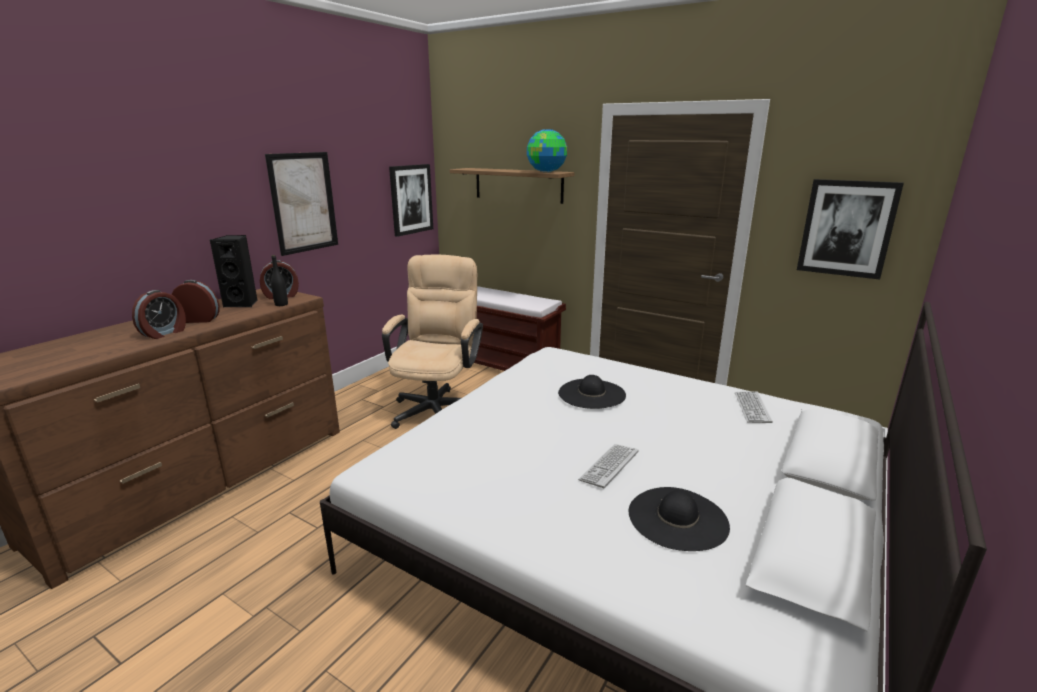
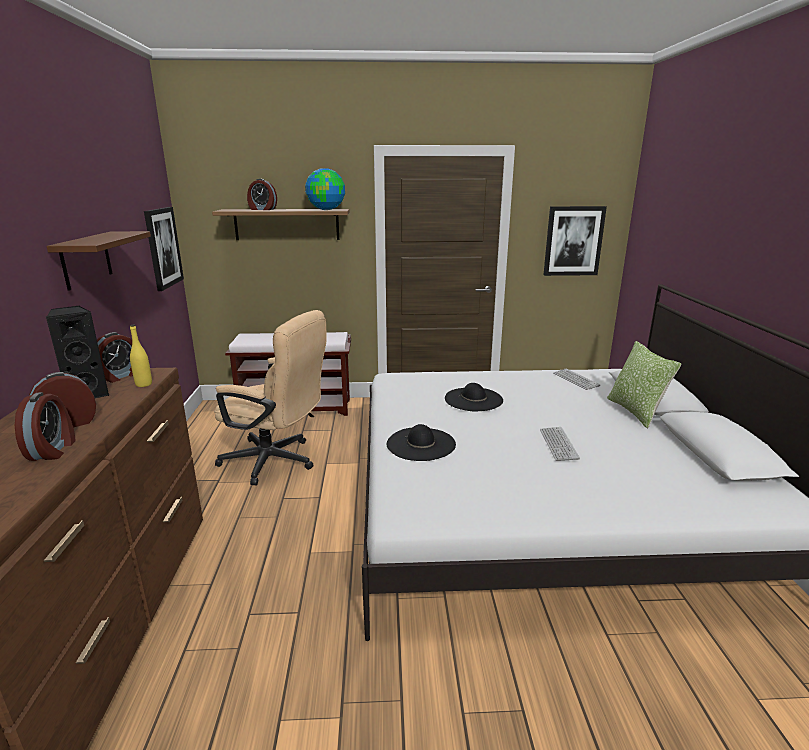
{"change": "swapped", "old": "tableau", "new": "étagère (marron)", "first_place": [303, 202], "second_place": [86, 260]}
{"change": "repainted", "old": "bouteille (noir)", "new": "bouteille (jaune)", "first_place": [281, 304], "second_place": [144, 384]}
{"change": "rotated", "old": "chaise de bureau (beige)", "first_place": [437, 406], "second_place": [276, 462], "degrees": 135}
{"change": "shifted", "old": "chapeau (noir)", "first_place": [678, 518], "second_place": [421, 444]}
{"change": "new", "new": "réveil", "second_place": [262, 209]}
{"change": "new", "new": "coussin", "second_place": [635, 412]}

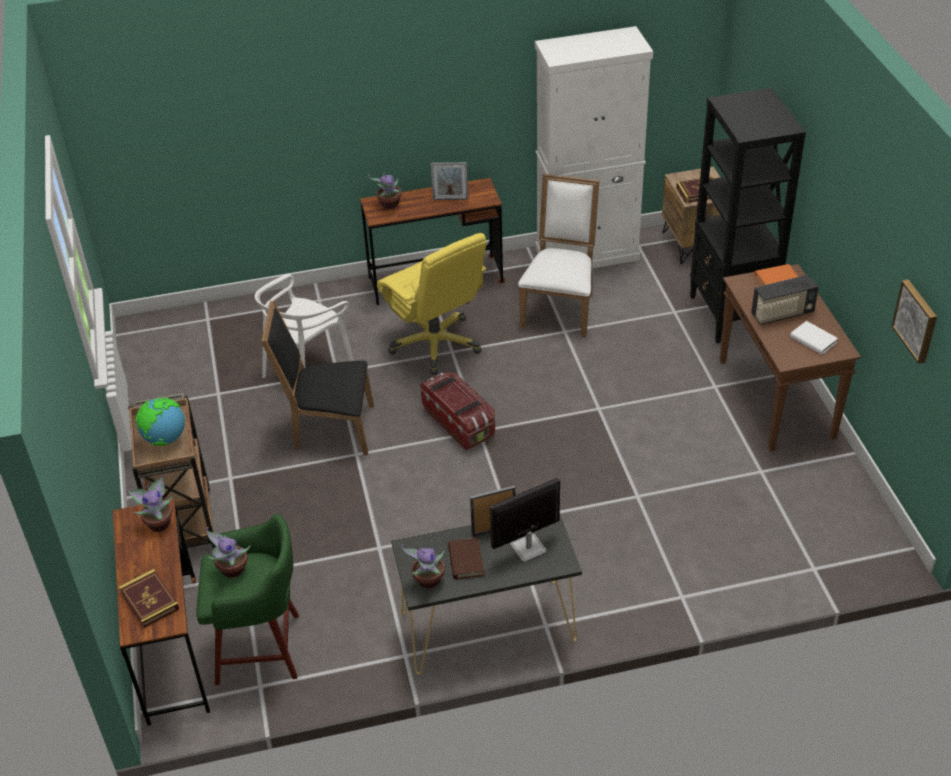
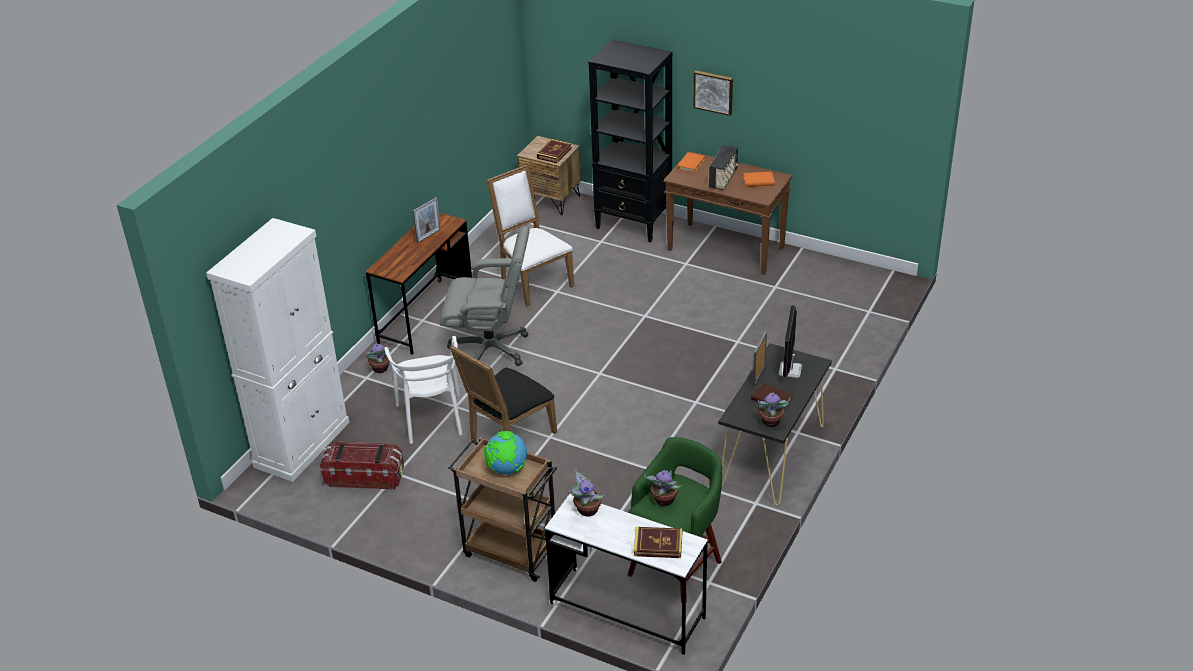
{"change": "repainted", "old": "bureau (marron)", "new": "bureau (blanc)", "first_place": [172, 649], "second_place": [627, 611]}
{"change": "shifted", "old": "plante en pot", "first_place": [389, 204], "second_place": [380, 369]}
{"change": "repainted", "old": "chaise de bureau (jaune)", "new": "chaise de bureau (gris)", "first_place": [436, 343], "second_place": [491, 349]}
{"change": "shifted", "old": "boîte de rangement", "first_place": [459, 422], "second_place": [365, 477]}
{"change": "shifted", "old": "meuble de rangement (blanc)", "first_place": [587, 254], "second_place": [302, 444]}
{"change": "repainted", "old": "livre (blanc)", "new": "livre (orange)", "first_place": [813, 340], "second_place": [759, 181]}
{"change": "shifted", "old": "tableau", "first_place": [916, 321], "second_place": [713, 92]}

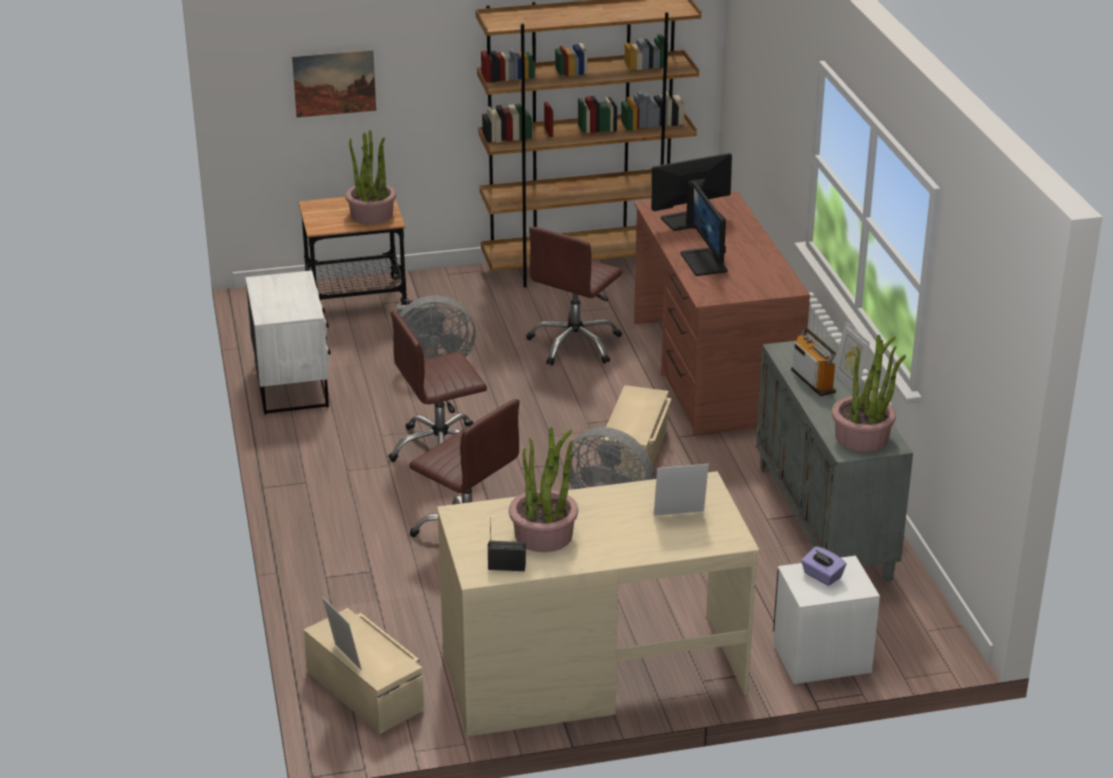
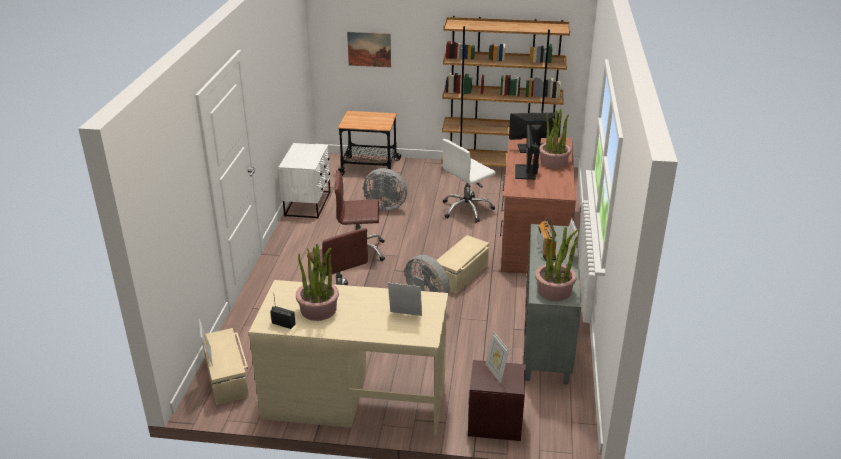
{"change": "shifted", "old": "plante en pot", "first_place": [371, 215], "second_place": [554, 162]}
{"change": "repainted", "old": "chaise de bureau (marron)", "new": "chaise de bureau (blanc)", "first_place": [575, 344], "second_place": [467, 209]}
{"change": "repainted", "old": "table de chevet (blanc)", "new": "table de chevet (marron)", "first_place": [821, 657], "second_place": [495, 423]}
{"change": "swapped", "old": "boîte à mouchoirs (violet)", "new": "cadre photo", "first_place": [822, 576], "second_place": [496, 372]}

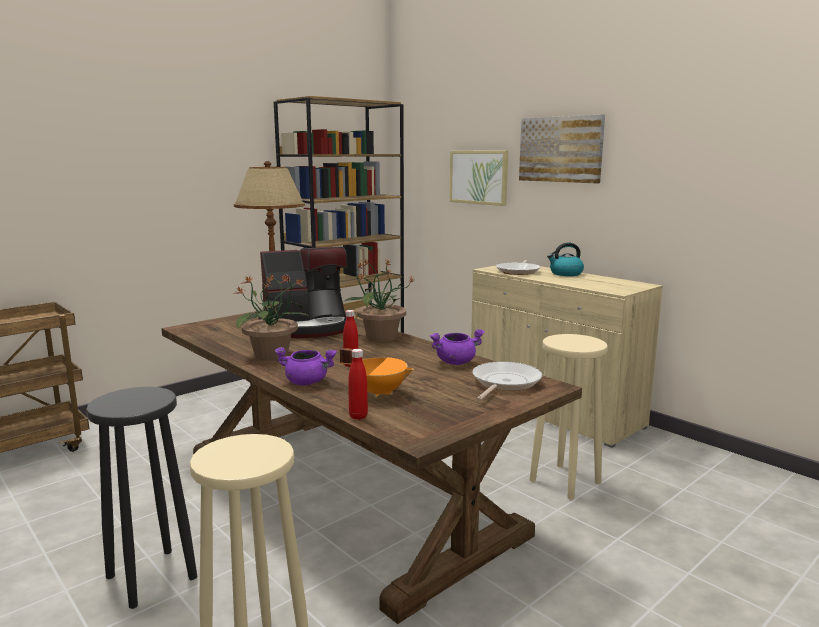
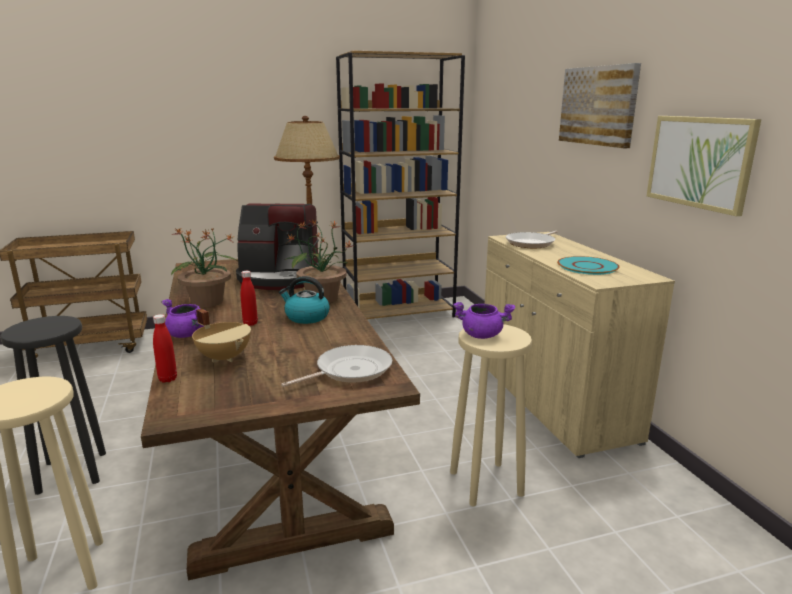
{"change": "repainted", "old": "marmite (orange)", "new": "marmite (beige)", "first_place": [379, 392], "second_place": [225, 357]}
{"change": "shifted", "old": "marmite (violet)", "first_place": [456, 362], "second_place": [482, 335]}
{"change": "shifted", "old": "tableau", "first_place": [479, 177], "second_place": [700, 162]}
{"change": "shifted", "old": "bouilloire", "first_place": [565, 274], "second_place": [306, 317]}
{"change": "new", "new": "assiette (turquoise)", "second_place": [588, 266]}

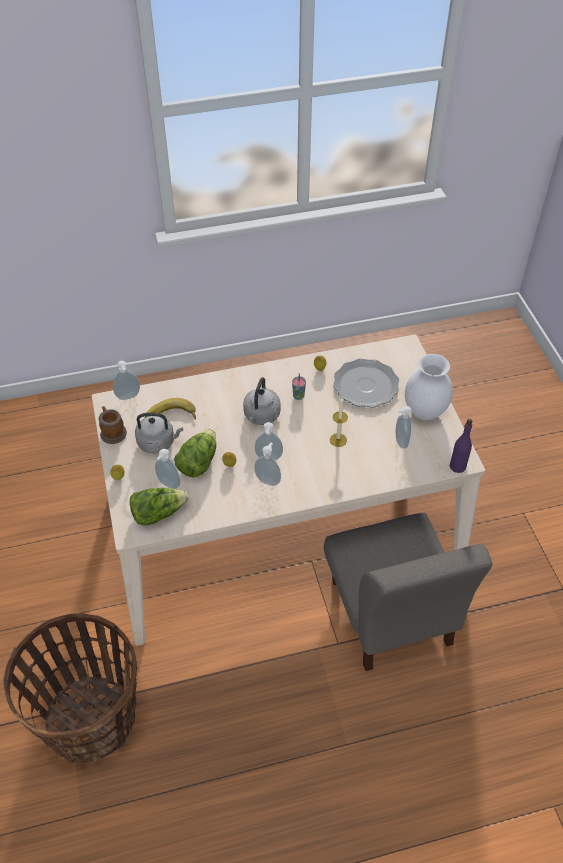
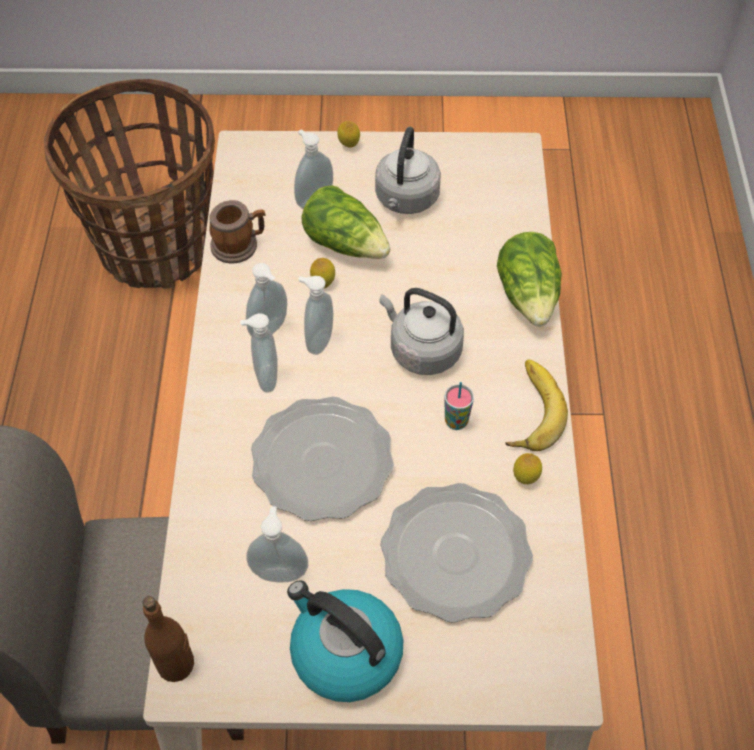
{"change": "shifted", "old": "mug", "first_place": [112, 432], "second_place": [239, 245]}
{"change": "shifted", "old": "distributeur de savon", "first_place": [128, 397], "second_place": [264, 378]}
{"change": "shifted", "old": "laitue", "first_place": [158, 513], "second_place": [529, 295]}
{"change": "shifted", "old": "banane", "first_place": [171, 416], "second_place": [528, 410]}
{"change": "swapped", "old": "bougie", "new": "assiette", "first_place": [338, 440], "second_place": [323, 460]}
{"change": "swapped", "old": "vase (blanc)", "new": "bouilloire", "first_place": [425, 412], "second_place": [344, 653]}
{"change": "repainted", "old": "bouteille (violet)", "new": "bouteille (marron)", "first_place": [457, 466], "second_place": [176, 664]}

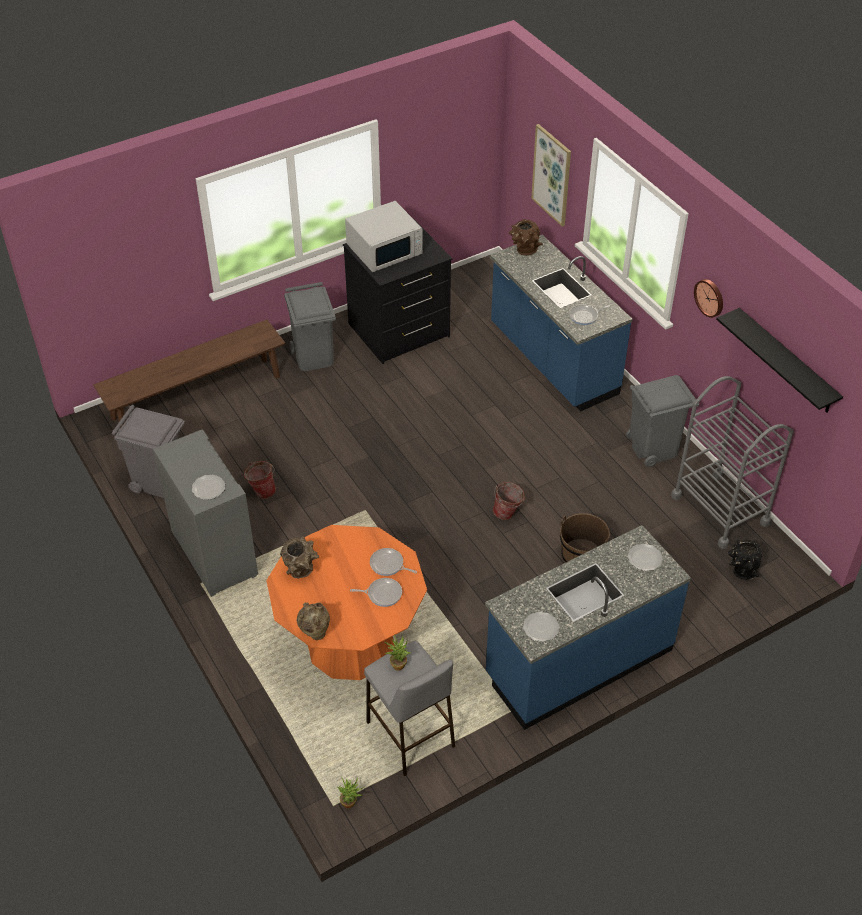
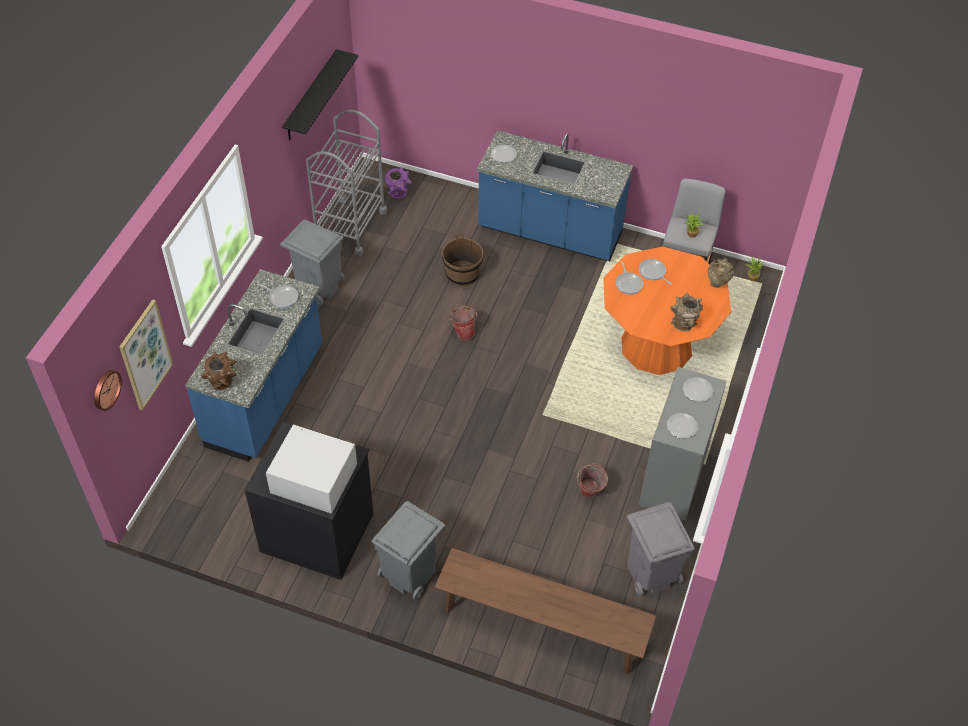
{"change": "shifted", "old": "assiette", "first_place": [540, 627], "second_place": [682, 427]}
{"change": "shifted", "old": "horloge murale", "first_place": [710, 297], "second_place": [105, 389]}
{"change": "repainted", "old": "vase (noir)", "new": "vase (violet)", "first_place": [741, 571], "second_place": [398, 194]}

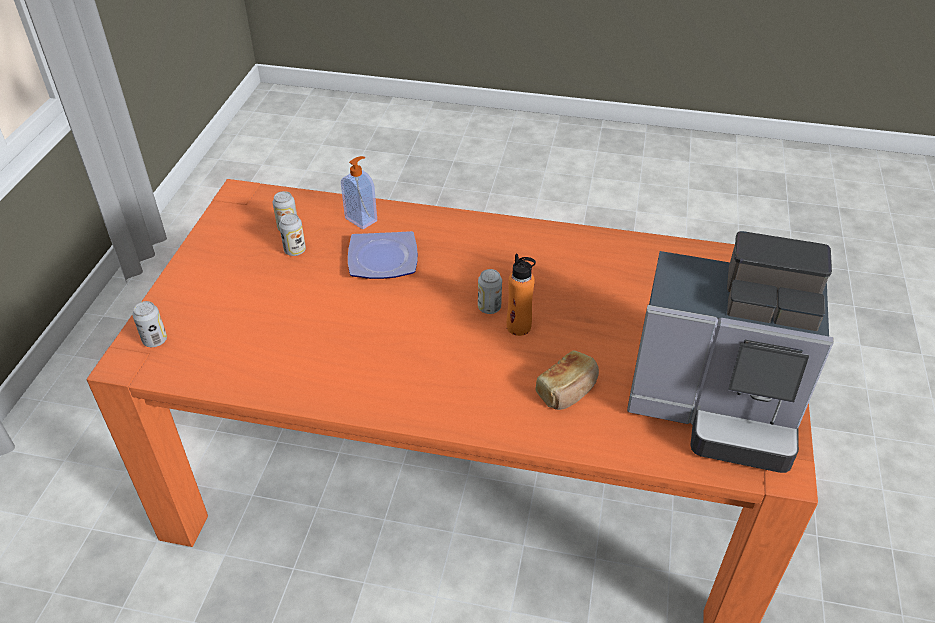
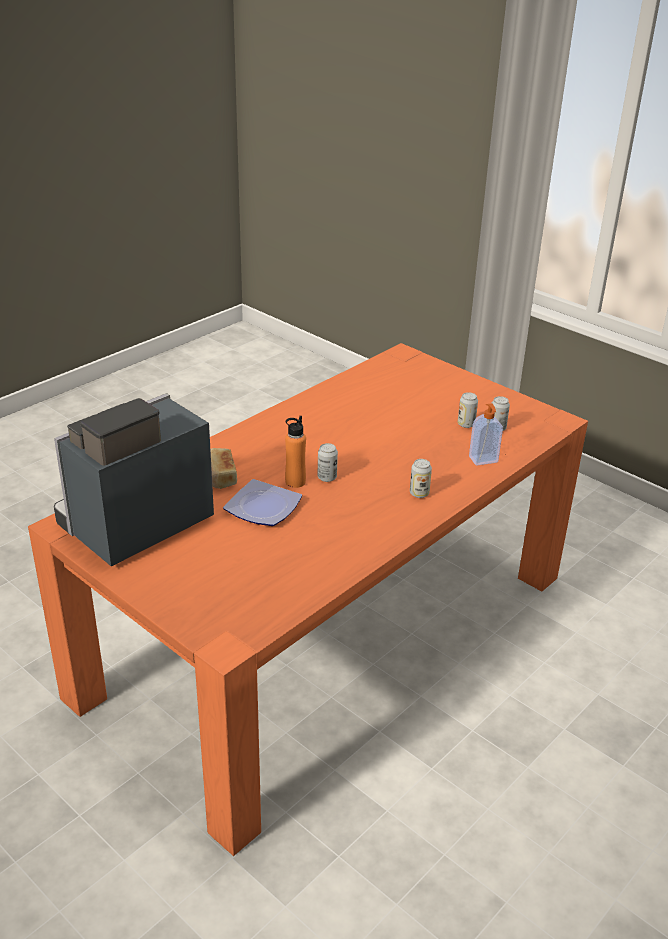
{"change": "shifted", "old": "boîte métallique", "first_place": [155, 340], "second_place": [419, 493]}
{"change": "shifted", "old": "assiette", "first_place": [381, 260], "second_place": [262, 506]}

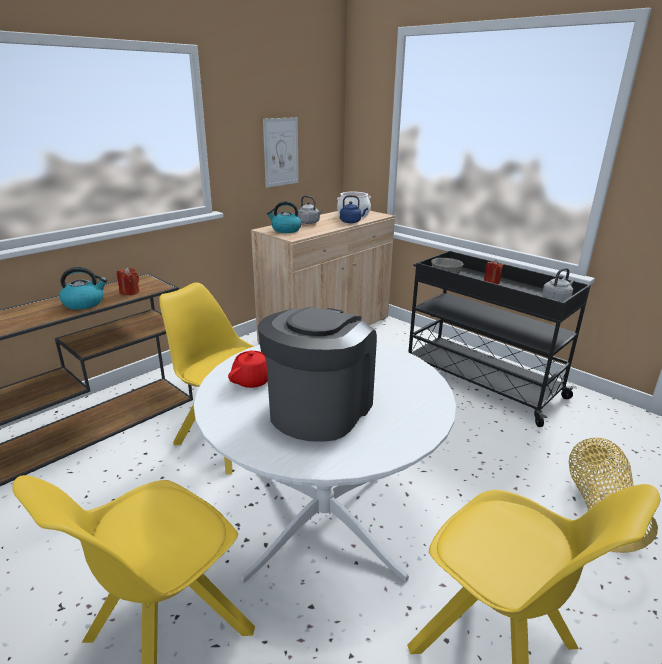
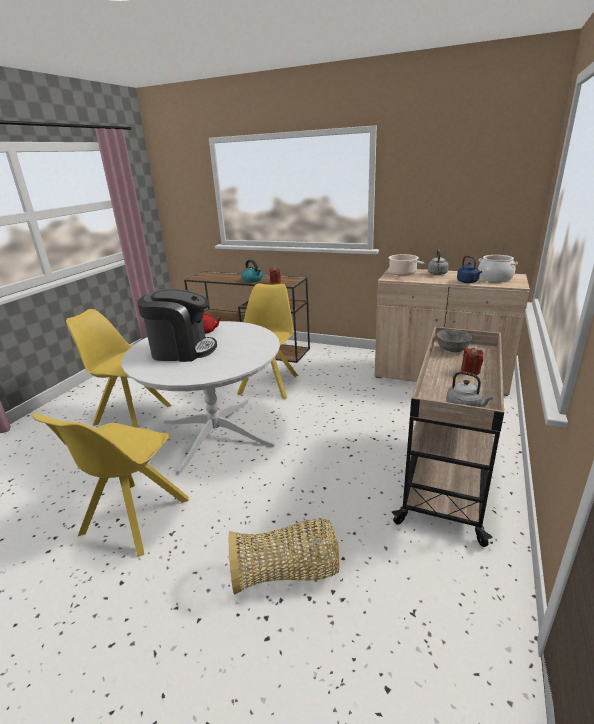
{"change": "gone", "old": "tableau", "first_place": [281, 152]}
{"change": "swapped", "old": "bouilloire", "new": "marmite", "first_place": [285, 230], "second_place": [403, 273]}
{"change": "repainted", "old": "chariot (noir)", "new": "chariot (beige)", "first_place": [479, 381], "second_place": [447, 472]}

